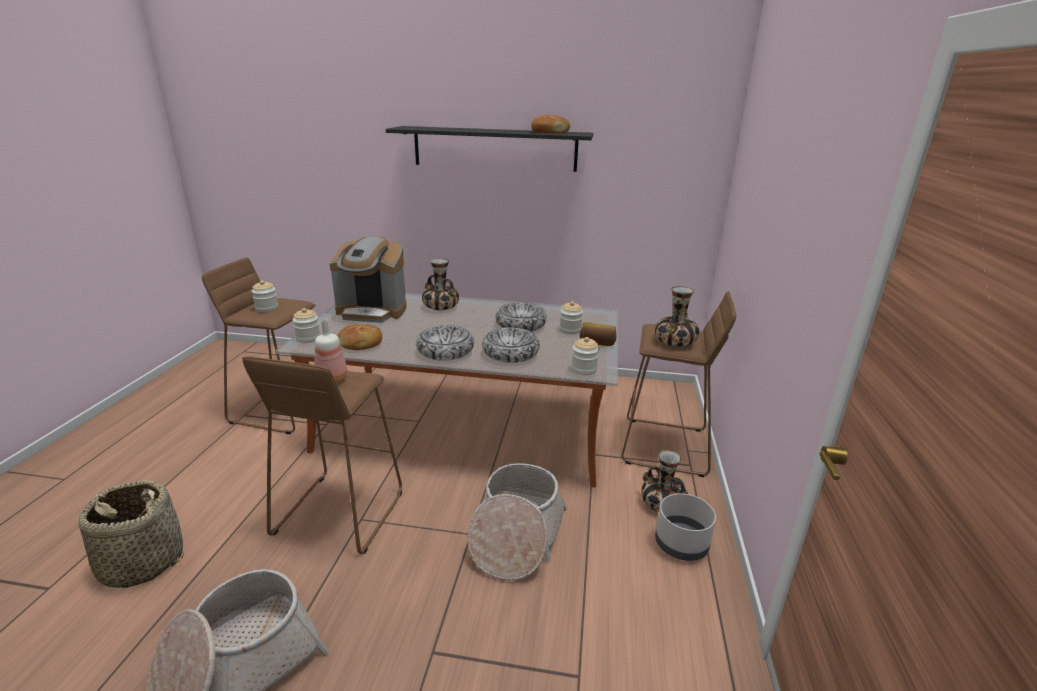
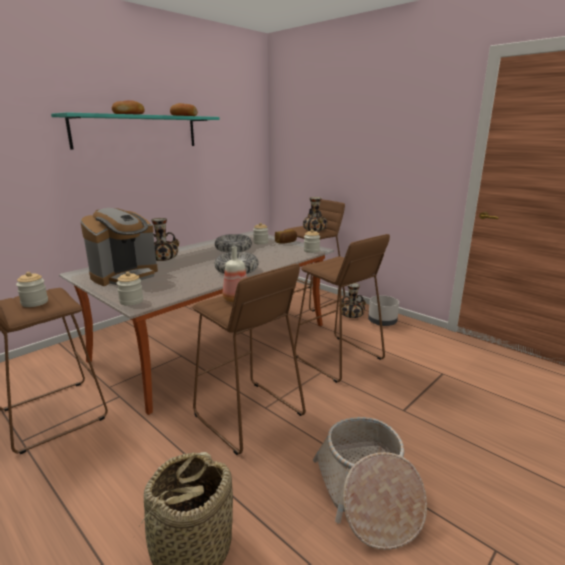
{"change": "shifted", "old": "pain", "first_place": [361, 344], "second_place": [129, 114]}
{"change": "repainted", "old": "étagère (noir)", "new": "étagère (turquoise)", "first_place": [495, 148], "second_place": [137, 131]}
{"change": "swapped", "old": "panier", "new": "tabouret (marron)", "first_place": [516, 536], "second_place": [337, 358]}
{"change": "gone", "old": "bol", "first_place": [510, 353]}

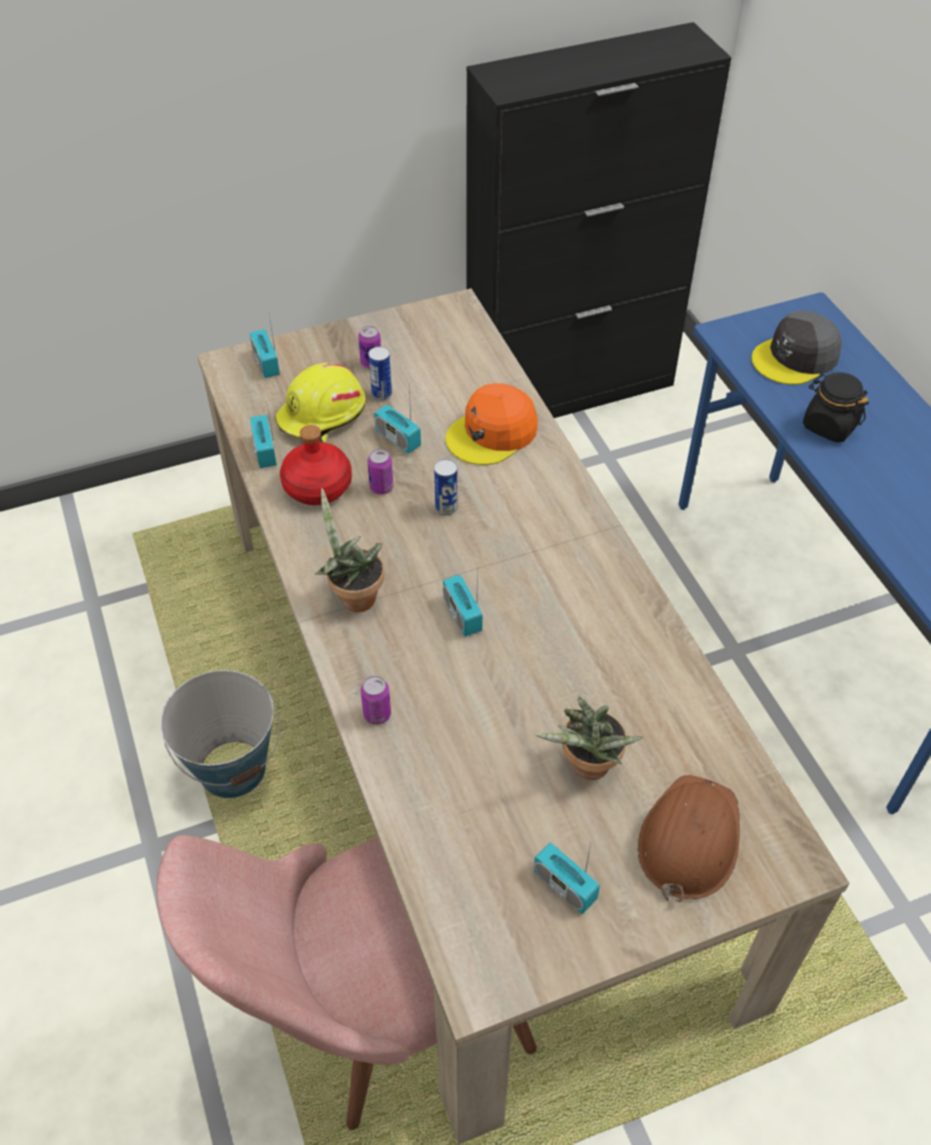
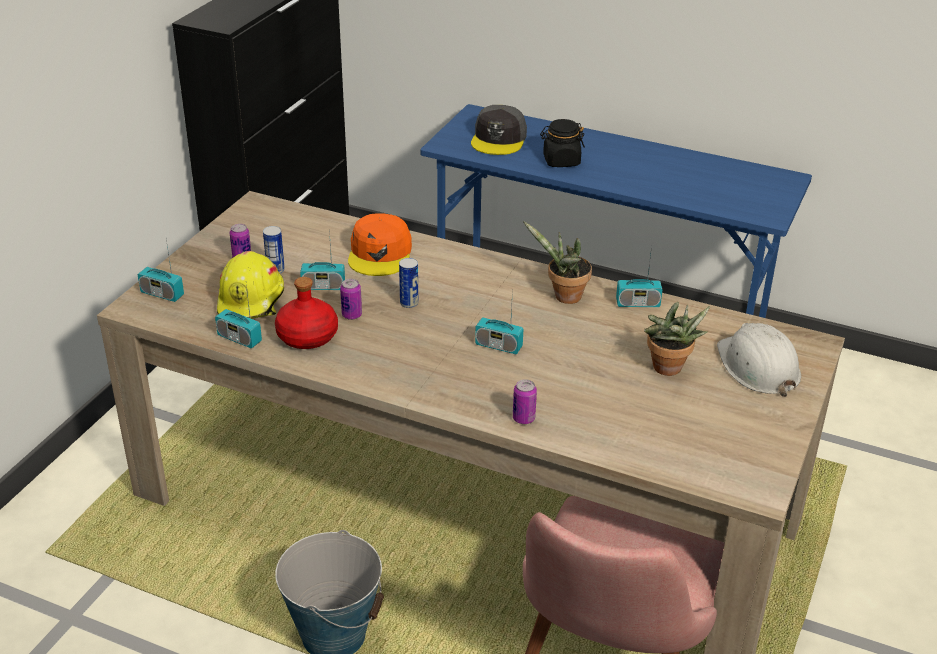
{"change": "shifted", "old": "plante en pot", "first_place": [353, 596], "second_place": [563, 297]}
{"change": "shifted", "old": "radio", "first_place": [564, 886], "second_place": [637, 303]}
{"change": "repainted", "old": "casque de chantier (marron)", "new": "casque de chantier (blanc)", "first_place": [689, 839], "second_place": [757, 367]}

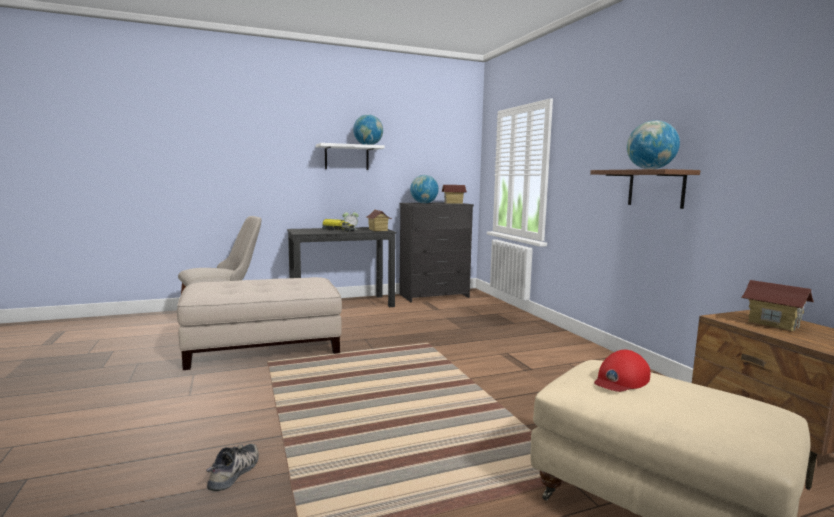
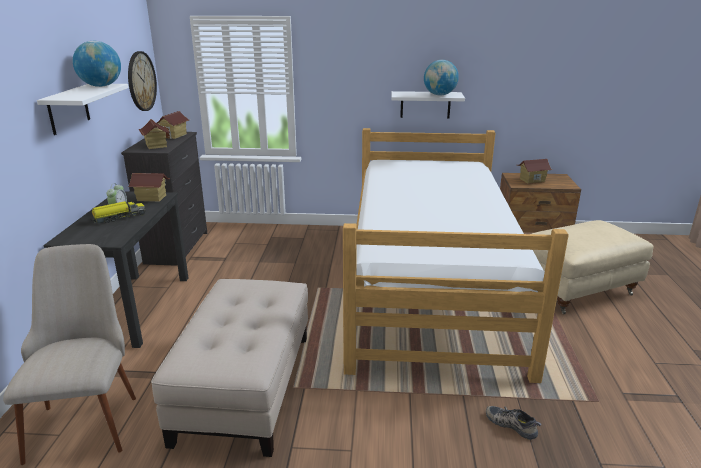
{"change": "swapped", "old": "globe", "new": "maison miniature", "first_place": [424, 203], "second_place": [156, 145]}
{"change": "repainted", "old": "étagère (marron)", "new": "étagère (blanc)", "first_place": [656, 188], "second_place": [425, 104]}
{"change": "gone", "old": "casquette (rouge)", "first_place": [620, 380]}
{"change": "new", "new": "horloge murale", "second_place": [141, 81]}
{"change": "new", "new": "lit", "second_place": [430, 286]}

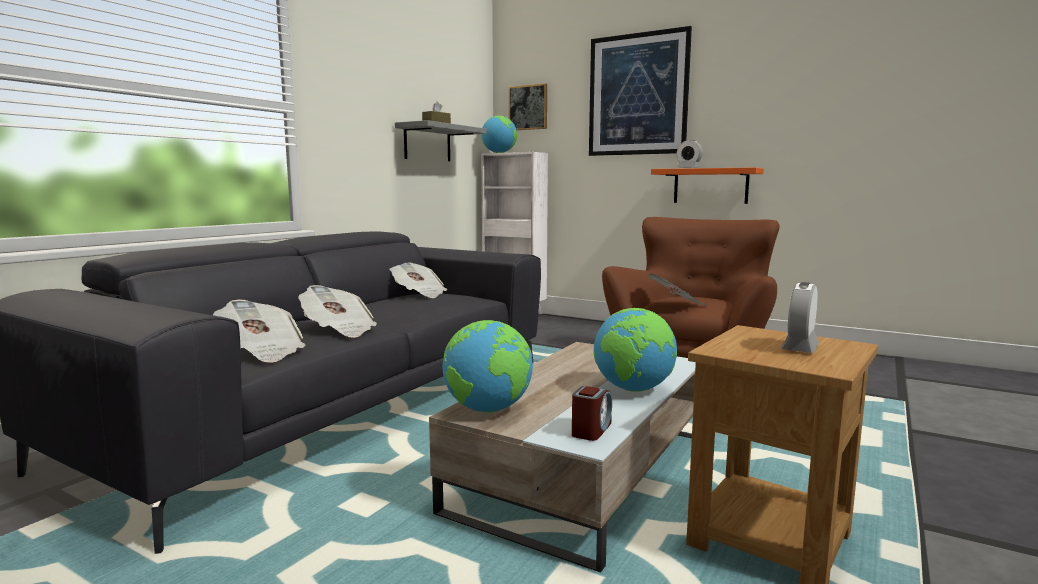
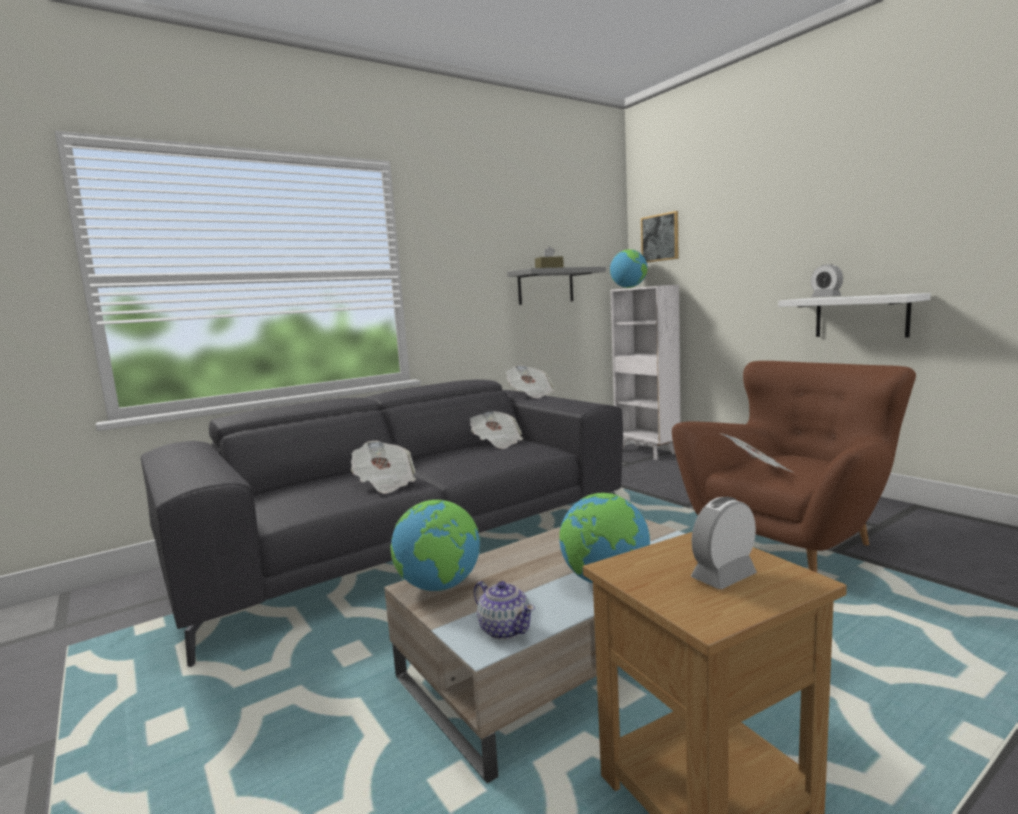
{"change": "shifted", "old": "journal", "first_place": [261, 352], "second_place": [531, 394]}
{"change": "swapped", "old": "réveil", "new": "théière", "first_place": [591, 430], "second_place": [505, 629]}
{"change": "gone", "old": "tableau", "first_place": [637, 95]}
{"change": "repainted", "old": "étagère (orange)", "new": "étagère (blanc)", "first_place": [710, 186], "second_place": [861, 316]}

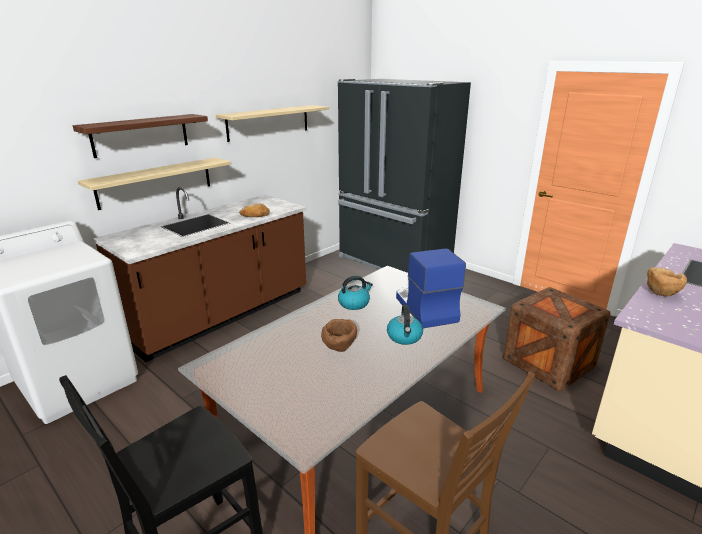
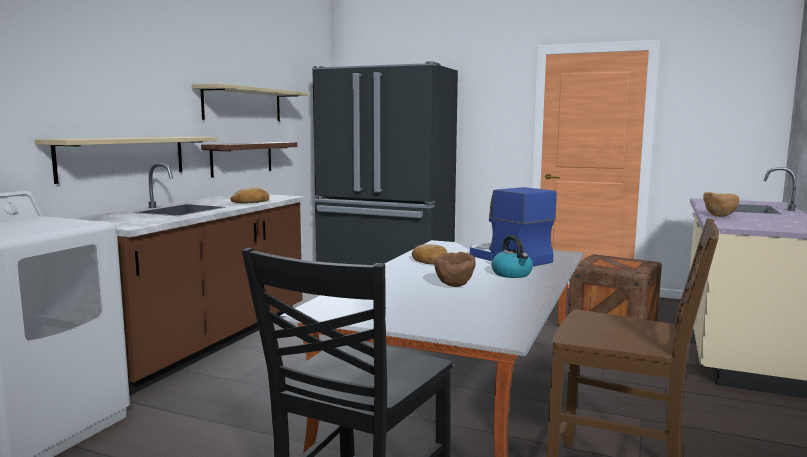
{"change": "shifted", "old": "étagère", "first_place": [140, 135], "second_place": [242, 158]}
{"change": "swapped", "old": "bouilloire", "new": "pain", "first_place": [354, 303], "second_place": [430, 261]}

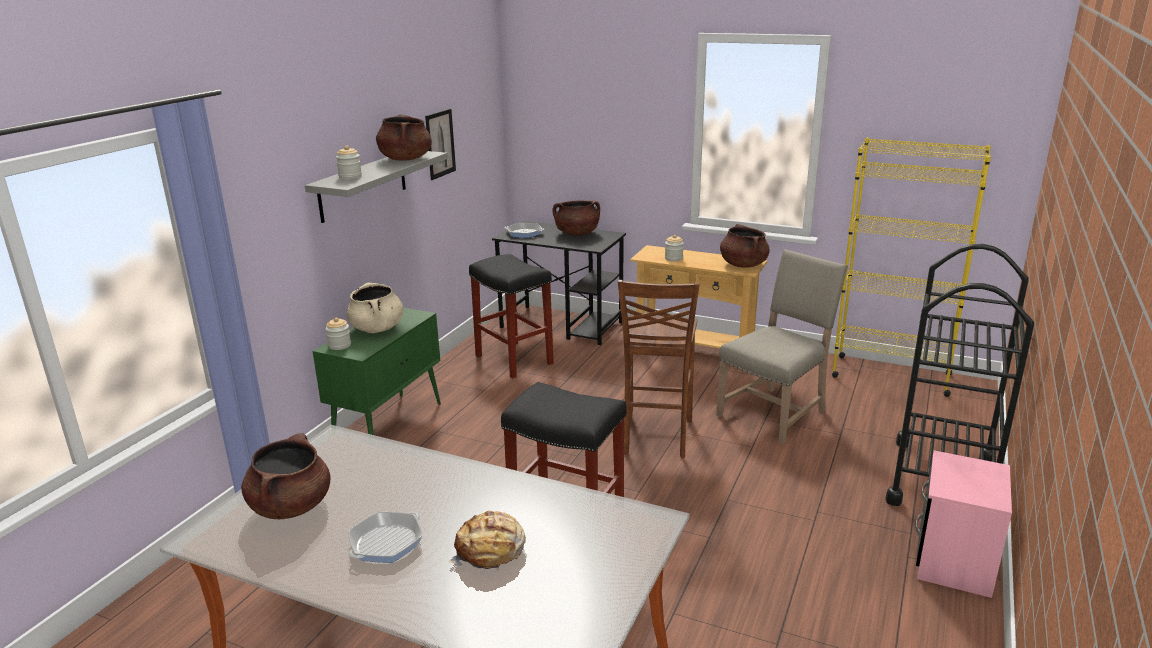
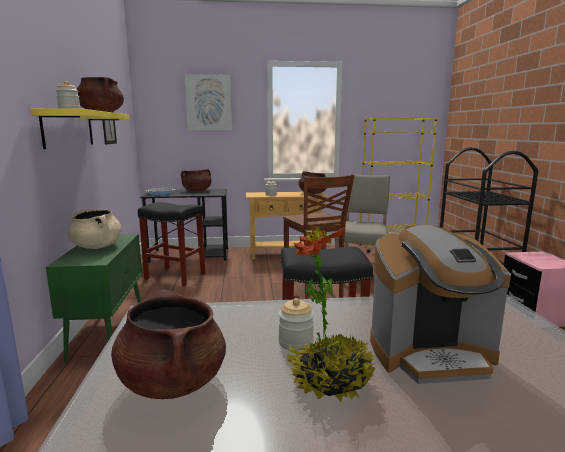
{"change": "repainted", "old": "étagère (gris)", "new": "étagère (jaune)", "first_place": [363, 185], "second_place": [68, 129]}
{"change": "shifted", "old": "bocal", "first_place": [339, 345], "second_place": [295, 342]}
{"change": "swapped", "old": "poêle", "new": "plante en pot", "first_place": [386, 543], "second_place": [330, 380]}
{"change": "swapped", "old": "pain", "new": "machine à café", "first_place": [490, 551], "second_place": [431, 354]}
{"change": "new", "new": "tableau", "second_place": [209, 102]}

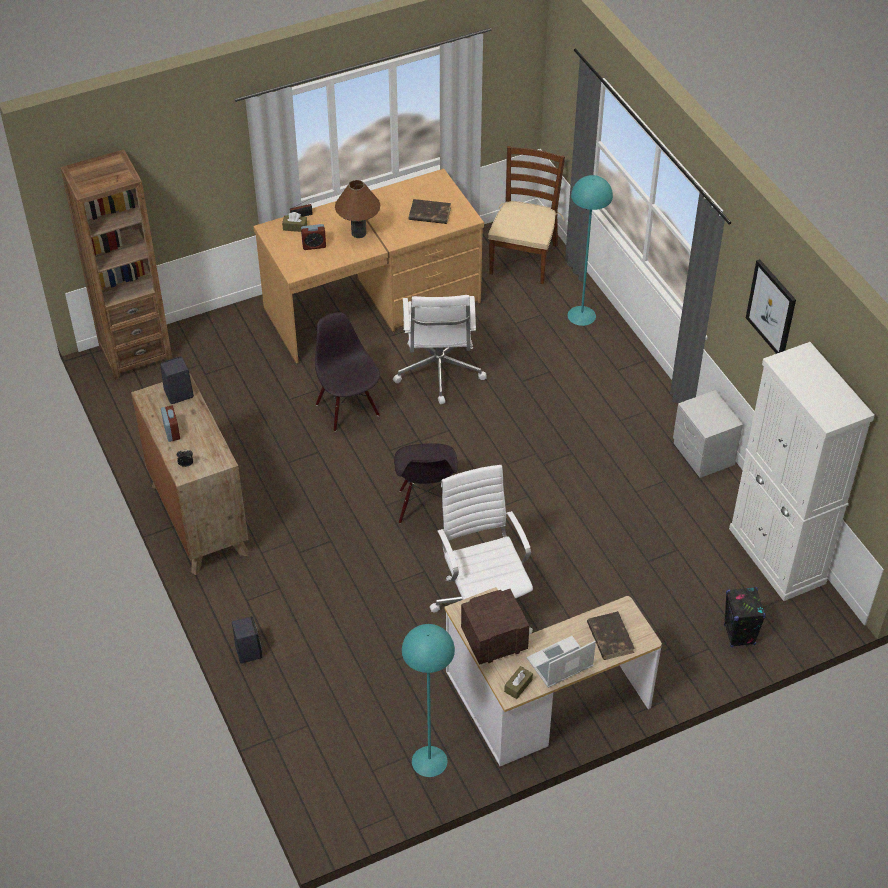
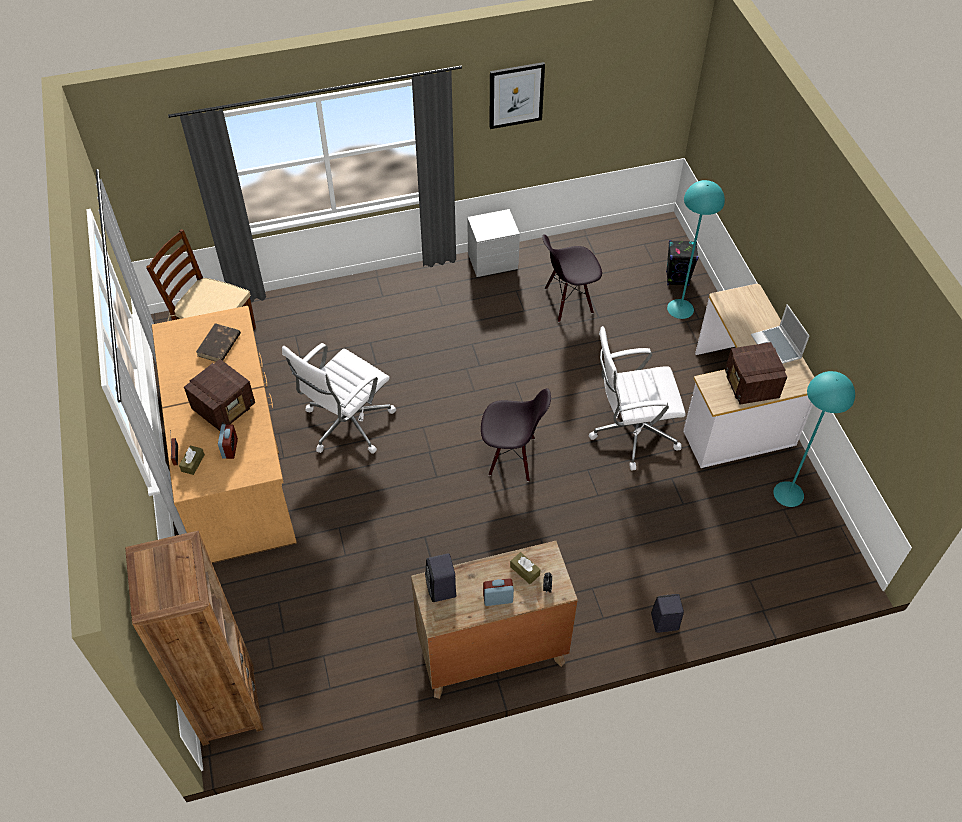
{"change": "shifted", "old": "chaise (noir)", "first_place": [348, 409], "second_place": [568, 301]}
{"change": "swapped", "old": "lampe de table (marron)", "new": "radio", "first_place": [359, 233], "second_place": [225, 407]}
{"change": "rotated", "old": "chaise de bureau (blanc)", "first_place": [439, 373], "second_place": [346, 424], "degrees": 120}
{"change": "shifted", "old": "boîte à mouchoirs (marron)", "first_place": [518, 686], "second_place": [525, 571]}
{"change": "shifted", "old": "lampadaire (turquoise)", "first_place": [581, 316], "second_place": [680, 308]}
{"change": "gone", "old": "livre (marron)", "first_place": [610, 637]}
{"change": "gone", "old": "meuble de rangement (blanc)", "first_place": [777, 556]}

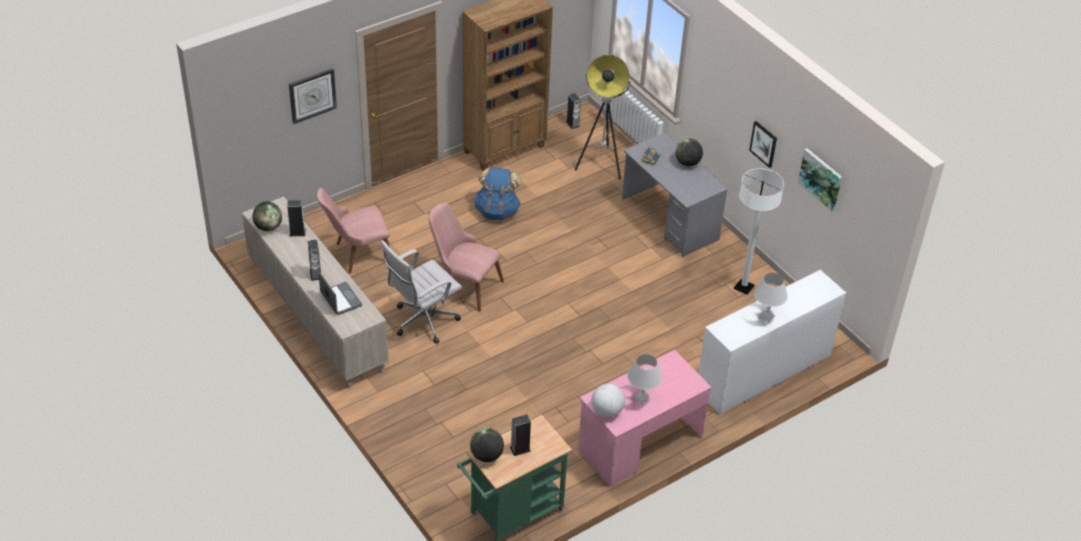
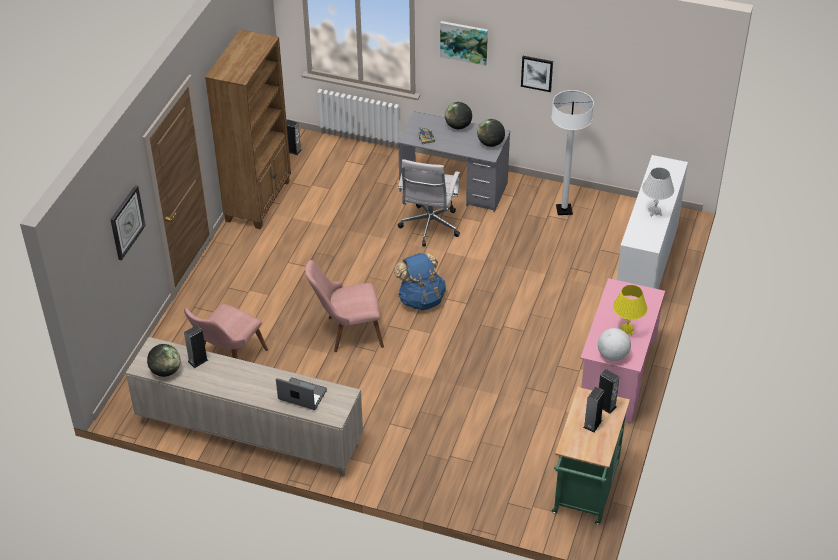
{"change": "shifted", "old": "enceinte", "first_place": [315, 274], "second_place": [605, 406]}
{"change": "shifted", "old": "chaise de bureau (blanc)", "first_place": [422, 322], "second_place": [429, 228]}
{"change": "shifted", "old": "globe", "first_place": [487, 455], "second_place": [490, 143]}
{"change": "shifted", "old": "sac à dos (bleu)", "first_place": [497, 211], "second_place": [421, 299]}
{"change": "gone", "old": "lampadaire", "first_place": [601, 164]}
{"change": "repainted", "old": "lampe de table (blanc)", "new": "lampe de table (jaune)", "first_place": [642, 399], "second_place": [627, 330]}
{"change": "shifted", "old": "tableau", "first_place": [821, 179], "second_place": [464, 42]}

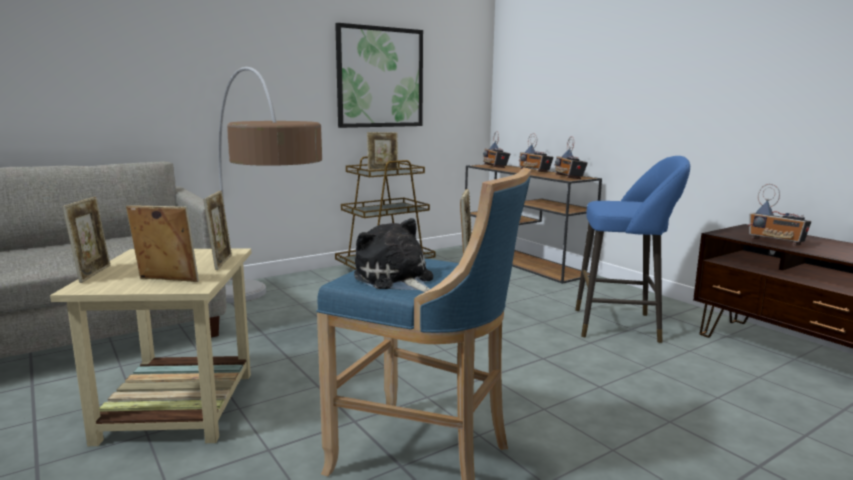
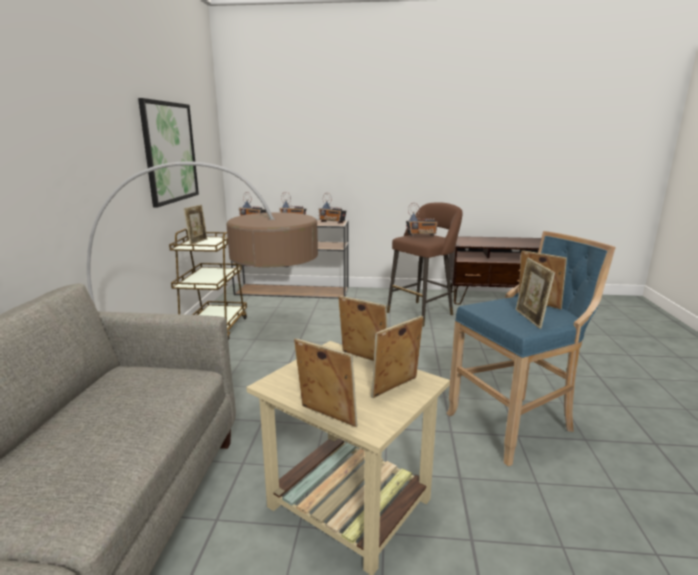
{"change": "swapped", "old": "peluche", "new": "cadre photo", "first_place": [395, 279], "second_place": [530, 319]}
{"change": "repainted", "old": "tabouret (bleu)", "new": "tabouret (marron)", "first_place": [622, 325], "second_place": [422, 312]}
{"change": "shifted", "old": "radio", "first_place": [776, 242], "second_place": [421, 236]}

